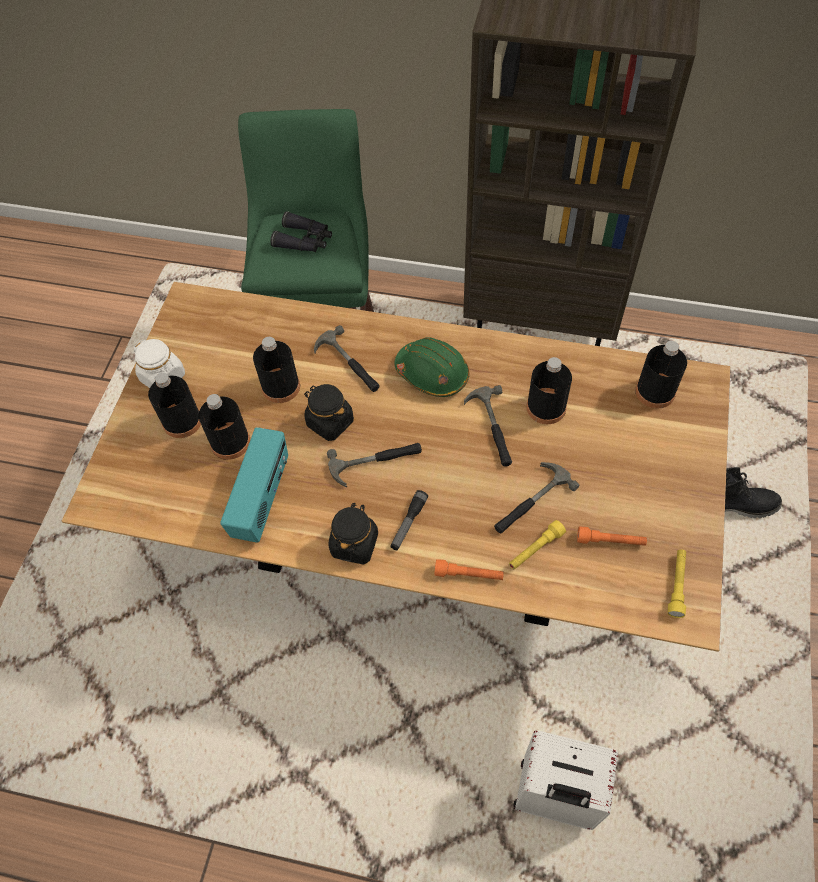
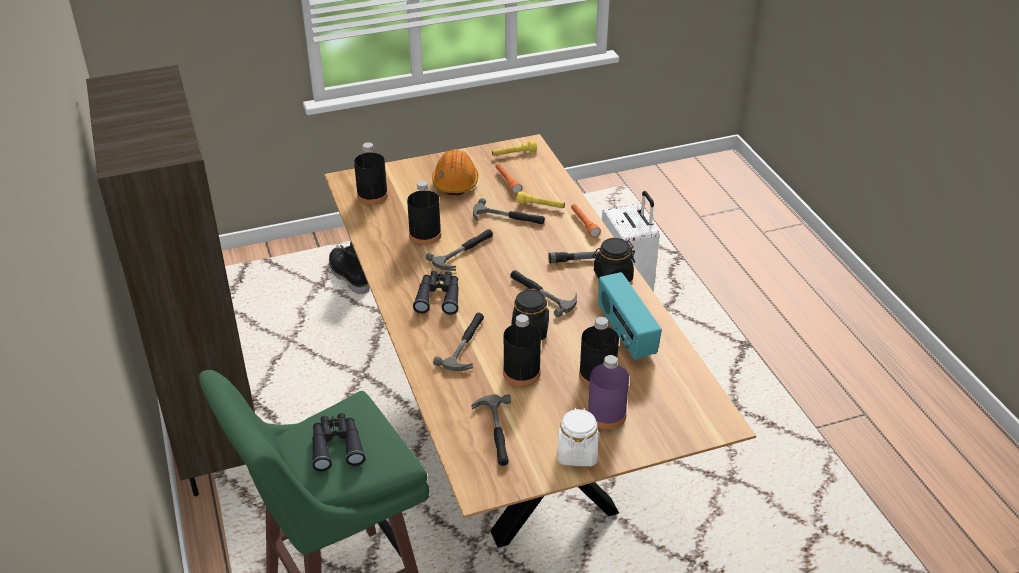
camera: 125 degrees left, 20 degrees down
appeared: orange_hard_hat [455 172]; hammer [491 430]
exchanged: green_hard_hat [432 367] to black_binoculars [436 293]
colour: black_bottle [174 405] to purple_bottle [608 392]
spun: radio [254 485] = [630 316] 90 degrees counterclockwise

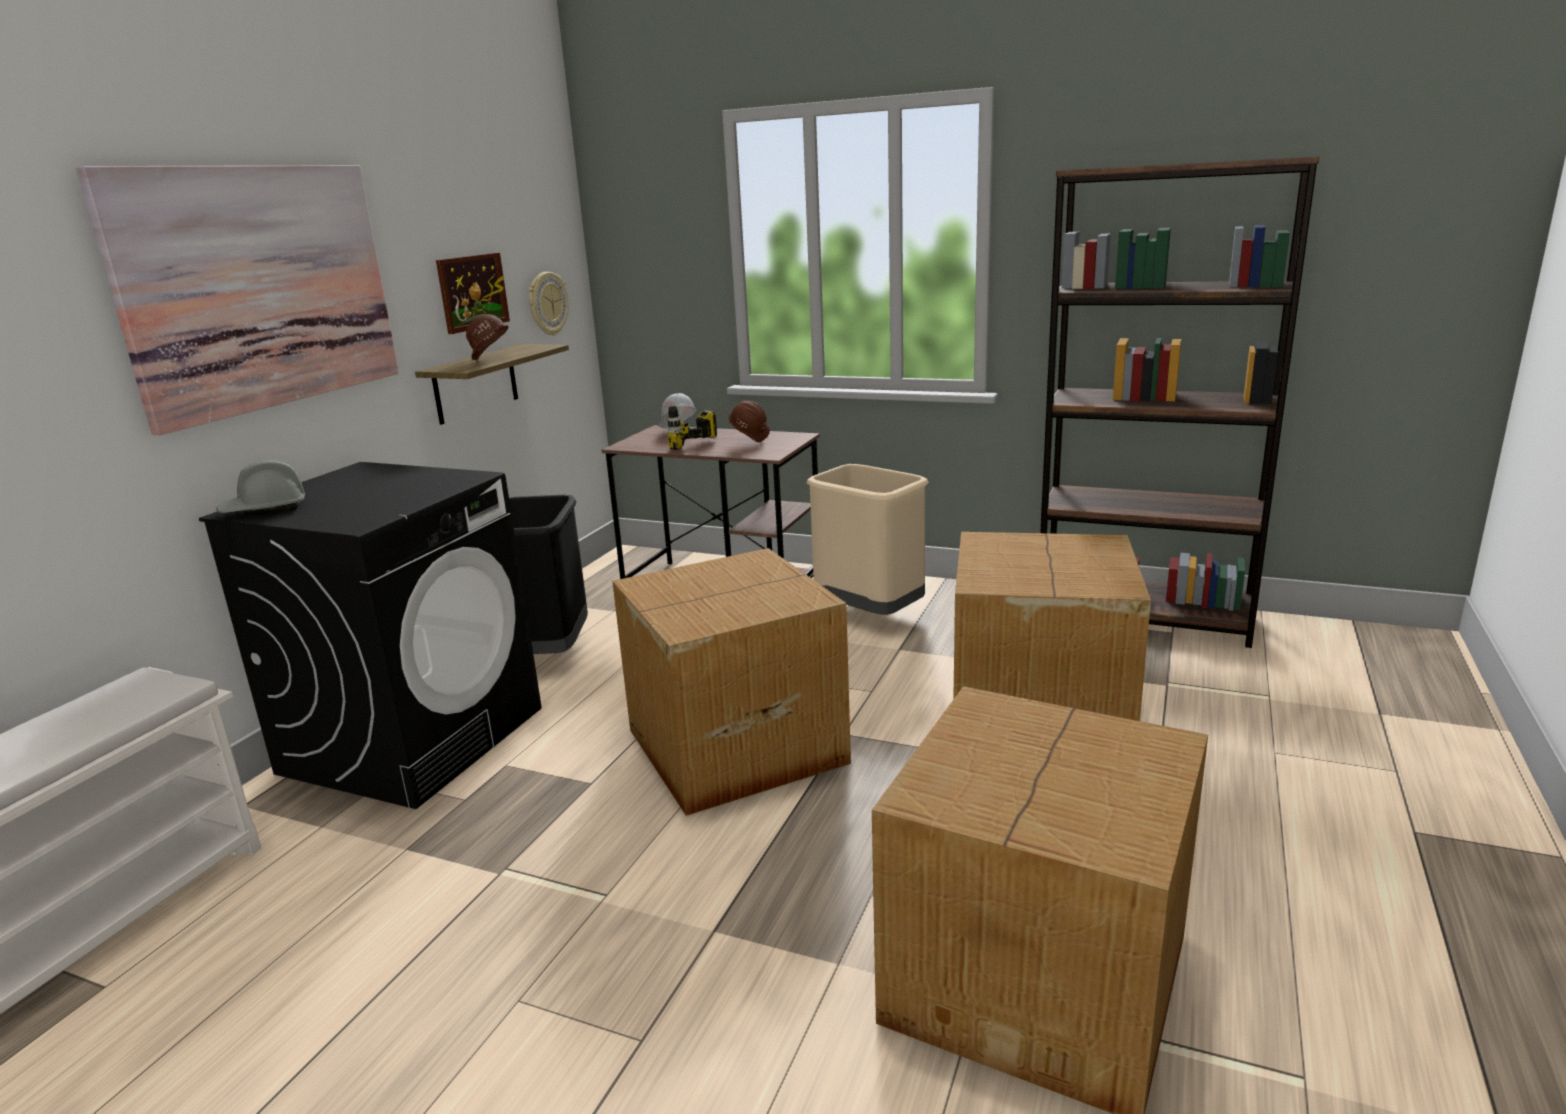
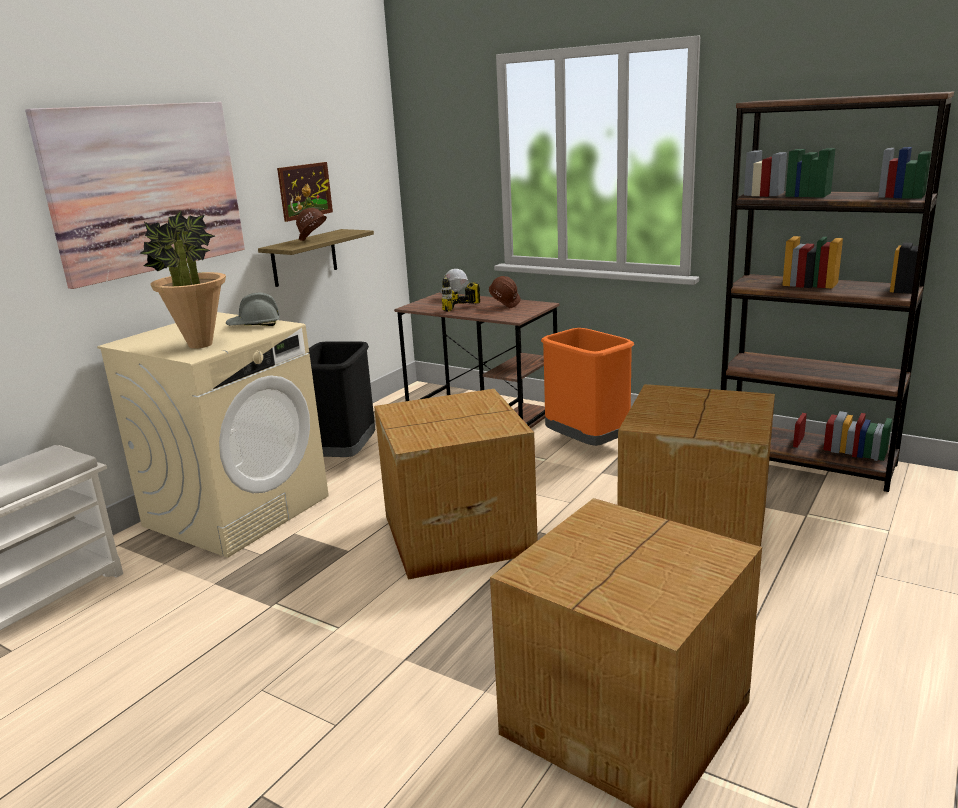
camera: 10 degrees right, 0 degrees up
missing: wall_clock [549 304]
appeared: potted_plant [182 280]
relocated: grey_hard_hat [260 486] to [253 309]
colour: black_washing_machine [370 635] to beige_washing_machine [213 435]; beige_trash_can [867 539] to orange_trash_can [587 387]

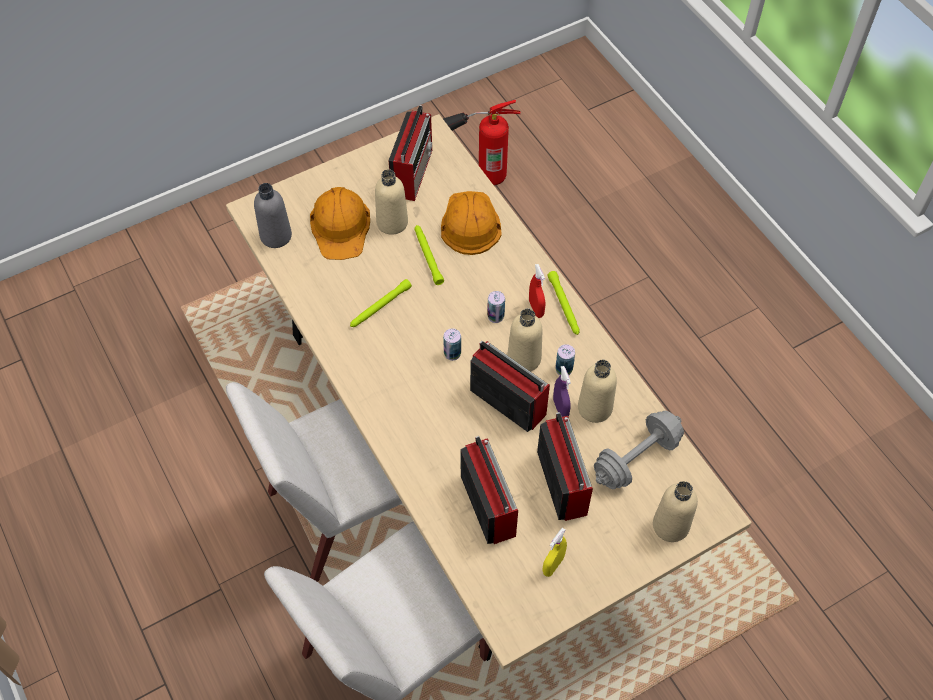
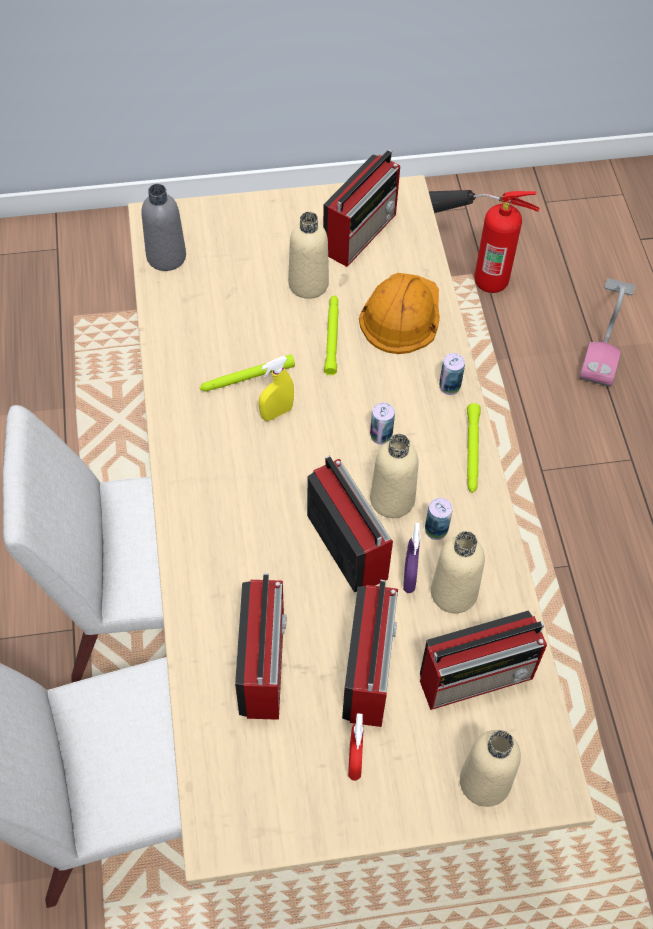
camera: 20 degrees right, 0 degrees up
missing: orange_hard_hat [340 223]
appeared: vacuum_cleaner [607 332]
relocated: can [452 344] to [452 374]; red_spray_bottle [537 291] to [356 747]; yellow_spray_bottle [554 552] to [276 388]
exchanged: grey_dumbbell [639 449] to radio [483 660]

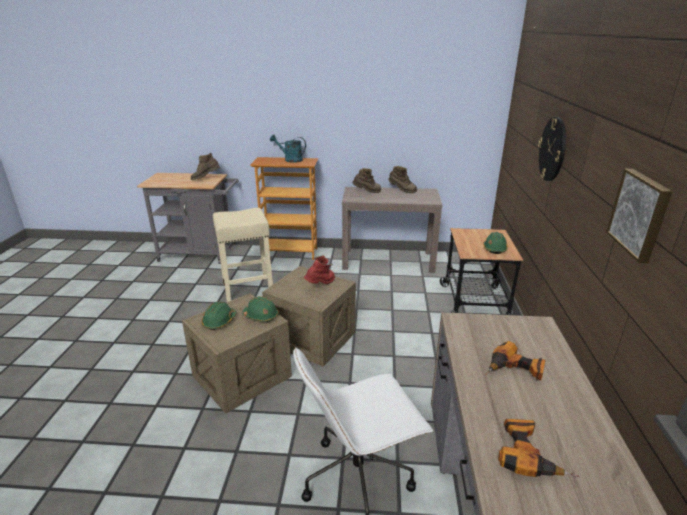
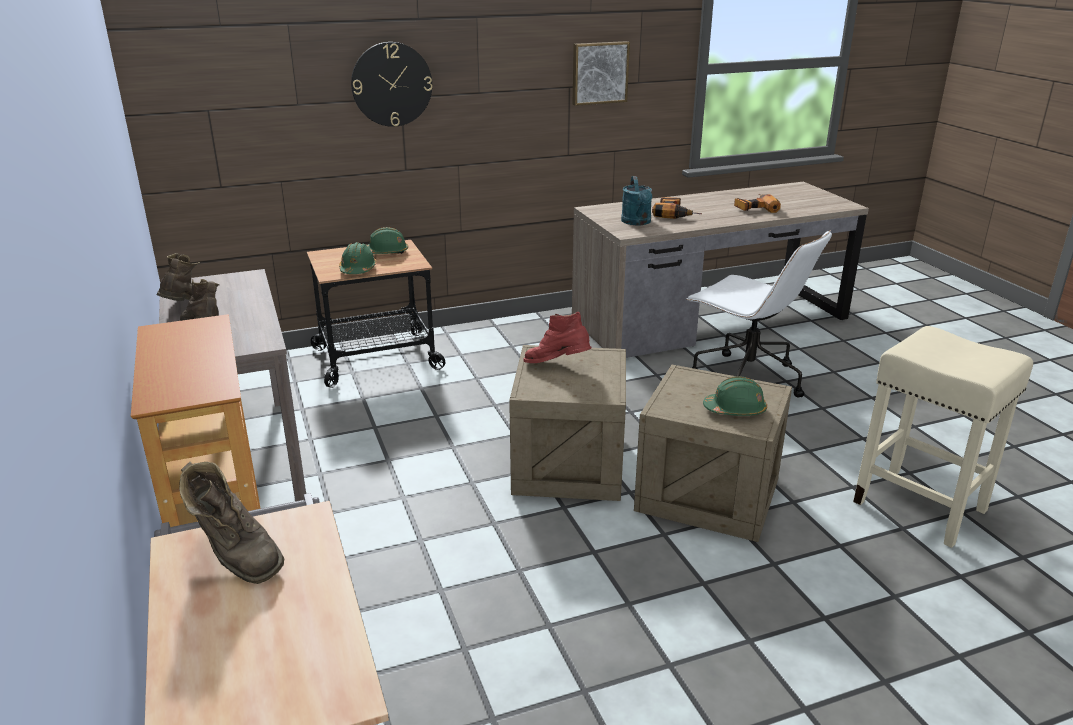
camera: 115 degrees left, 0 degrees up
relocated: beige_stool [243 255] to [943 437]; green_hard_hat [260 309] to [357 258]; turquoise_watering_can [288 149] to [636 200]

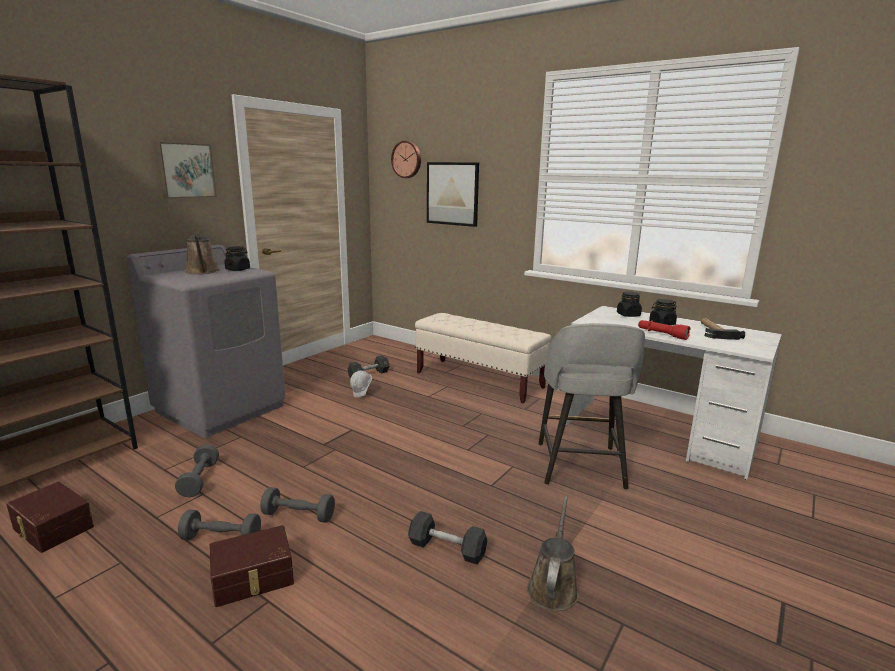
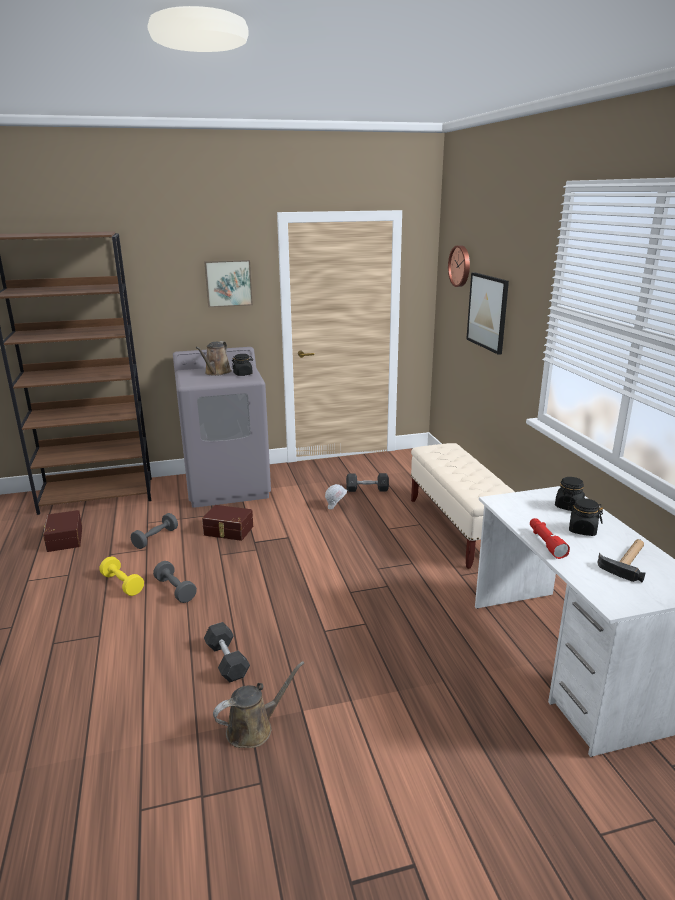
camera: 40 degrees right, 5 degrees up
missing: grey_stool [591 406]
relocated: brown_storage_box [252 566] to [227 523]
colour: grey_dumbbell [219 525] to yellow_dumbbell [121 576]

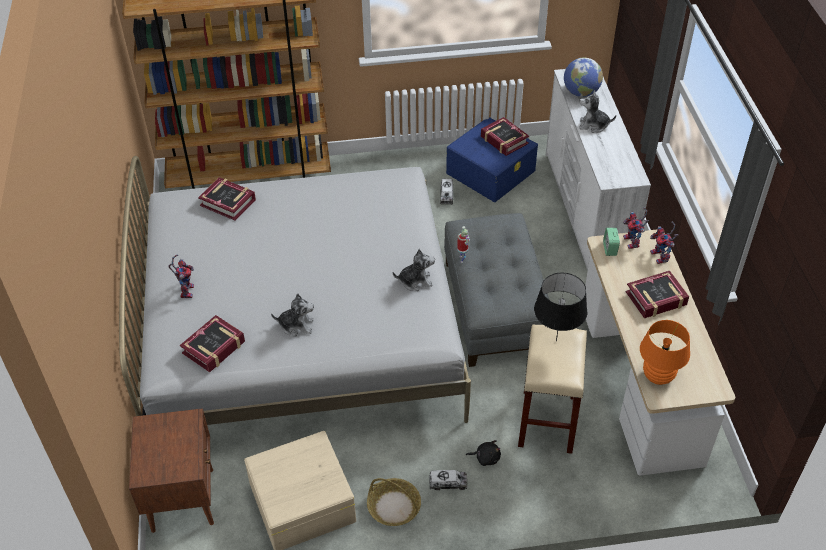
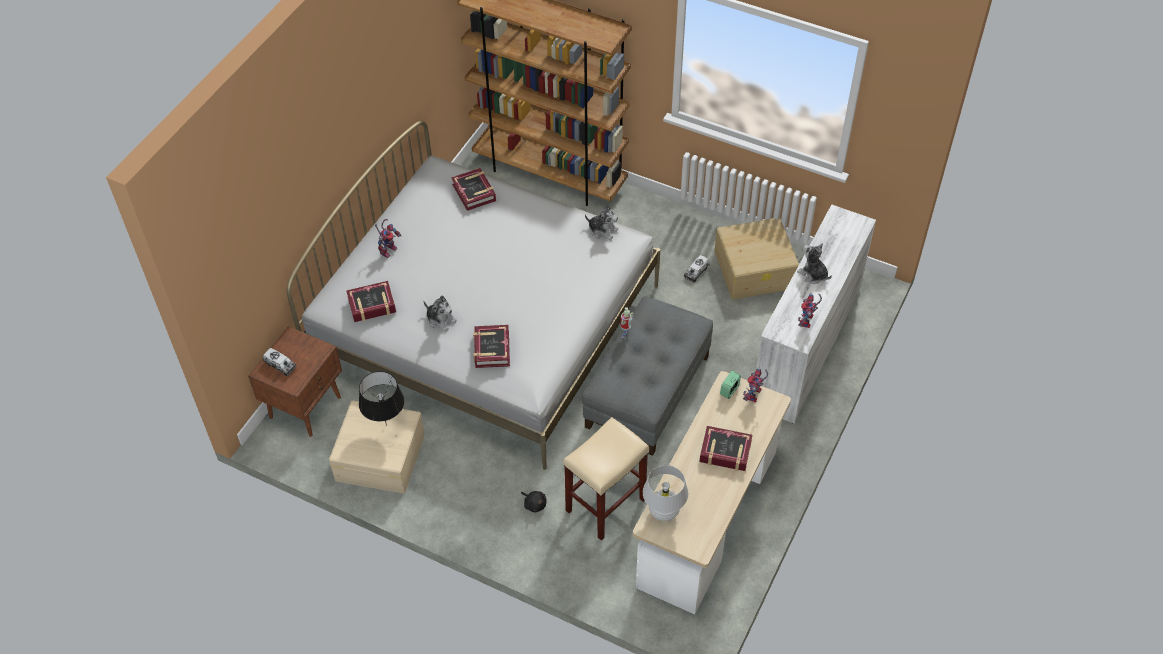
camera: 35 degrees right, 5 degrees up
missing: basket [394 502]; globe [583 77]
relocated: plush_toy [414 269] to [601 222]; toy_truck [448 480] to [279 362]; book [505 136] to [491 346]; black_table_lamp [560 307] to [381 398]; toy_robot [664 242] to [810 310]
colour: blue_storage_box [492 159] to beige_storage_box [757 259]; orange_table_lamp [665 352] to white_table_lamp [665 493]

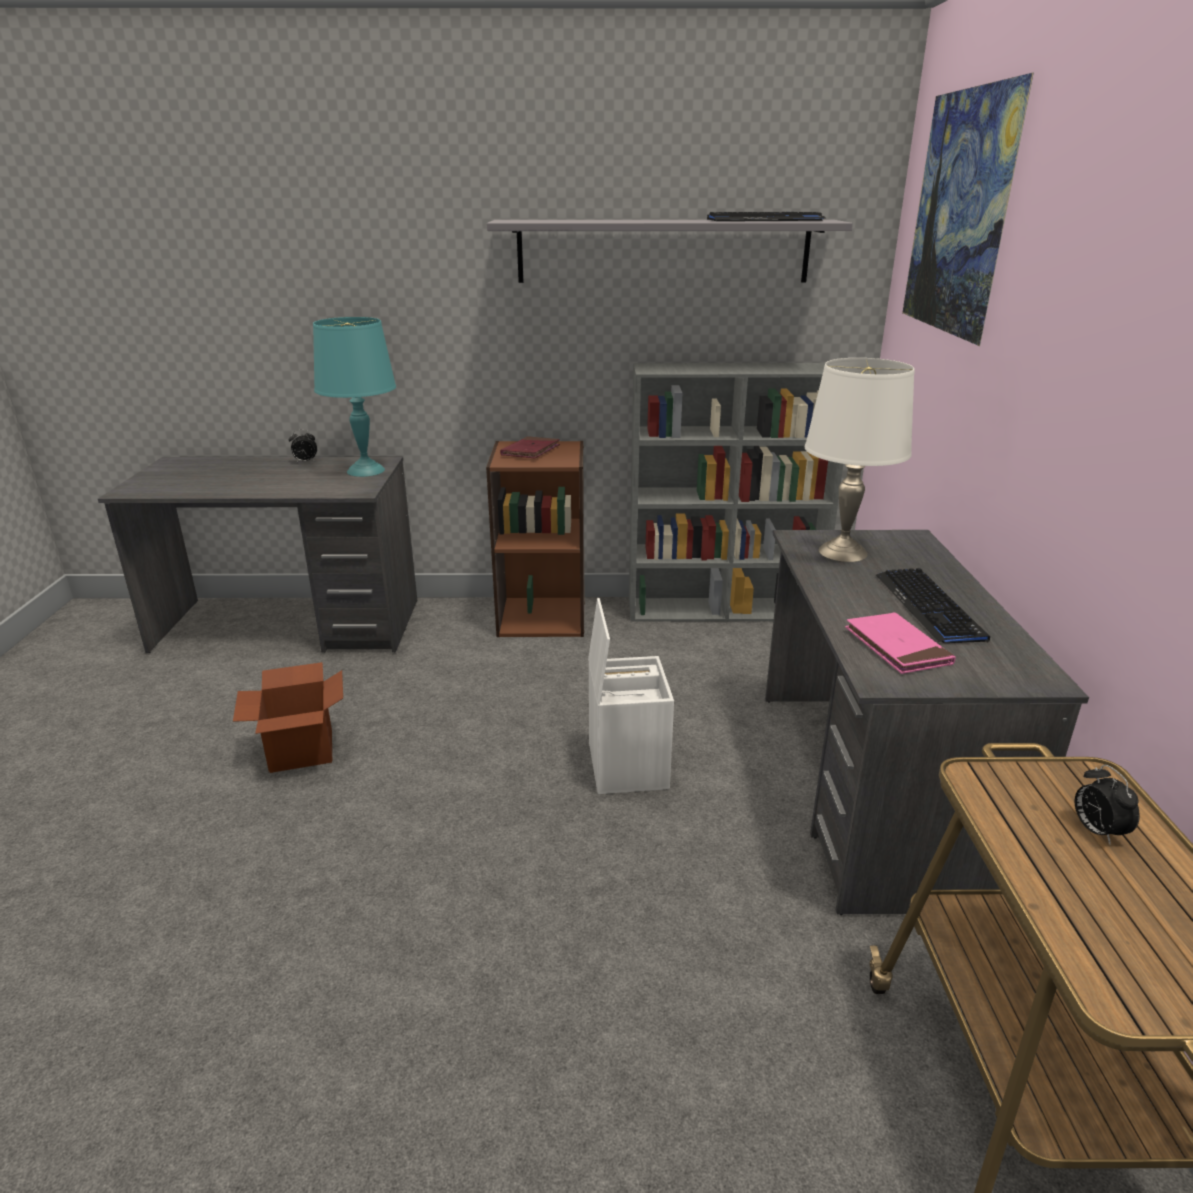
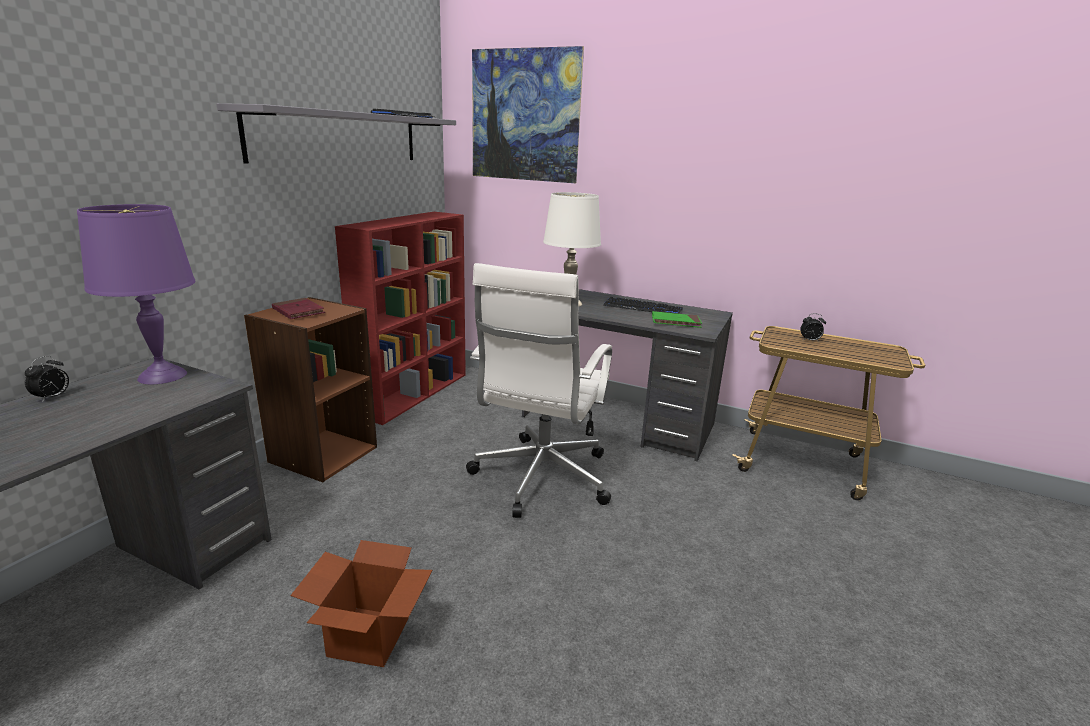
camera: 65 degrees left, 5 degrees down
exchanged: white_storage_box [631 696] to white_office_chair [539 390]
colour: turquoise_table_lamp [354 397] to purple_table_lamp [136 294]; grey_bookcase [736 492] to red_bookcase [400 318]; pink_book [900 643] to green_book [677 319]

